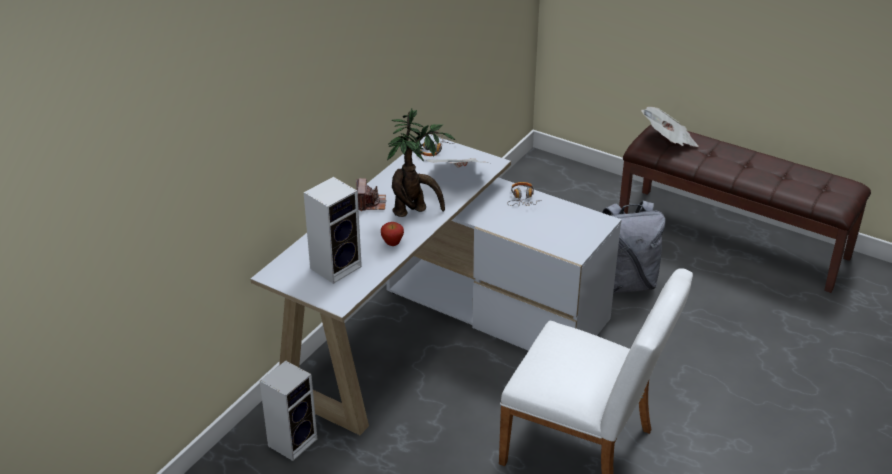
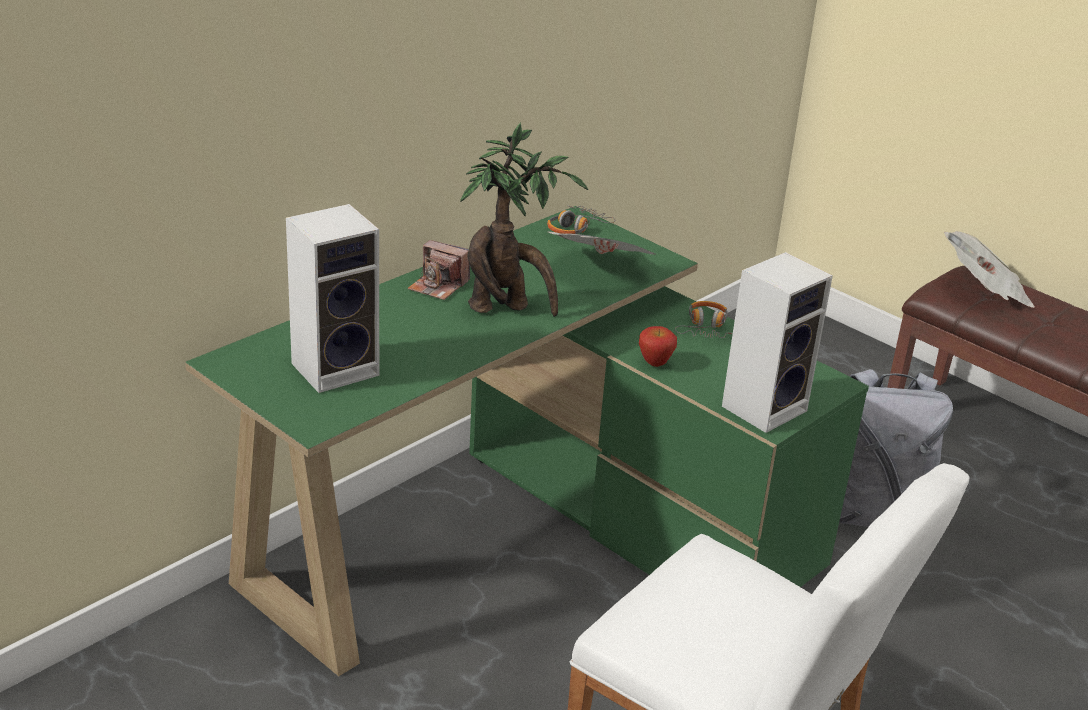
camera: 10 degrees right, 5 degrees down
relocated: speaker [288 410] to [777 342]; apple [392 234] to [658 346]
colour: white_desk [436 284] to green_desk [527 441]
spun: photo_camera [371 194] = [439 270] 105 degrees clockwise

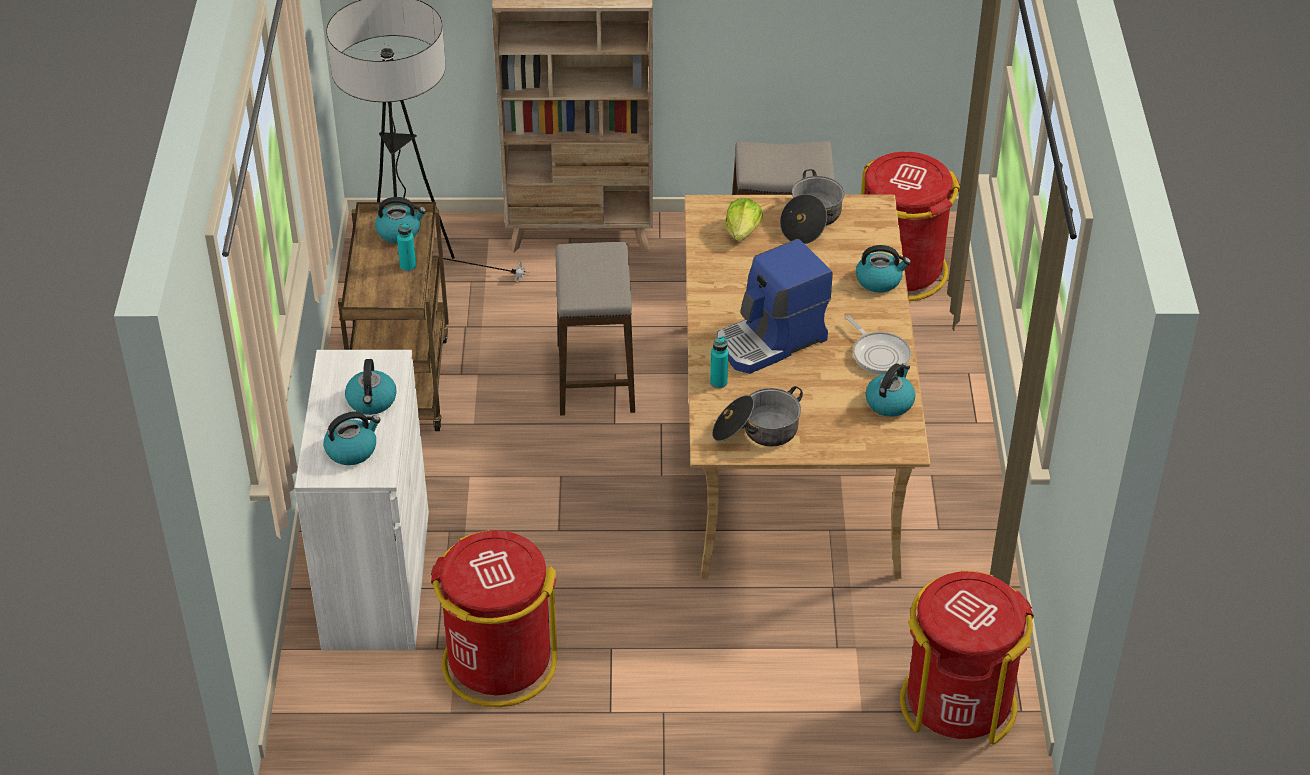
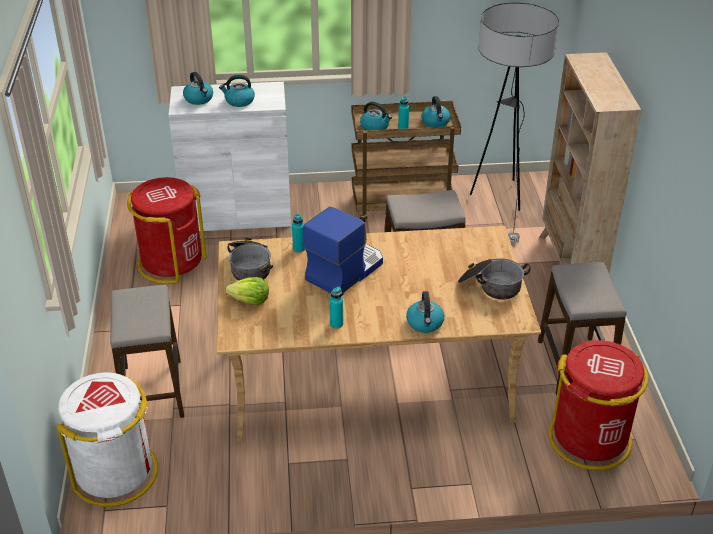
camera: 85 degrees right, 5 degrees down
appeared: stool [147 351]
relocated: lettuce [744 219] to [247 291]; kettle [890 390] to [376 116]
exchanged: frying_pan [878 345] to turquoise_bottle [336 307]
colour: red_trash_can [967 658] to white_trash_can [107 439]
spun: coffee_machine [775 306] = [343 251] 75 degrees clockwise

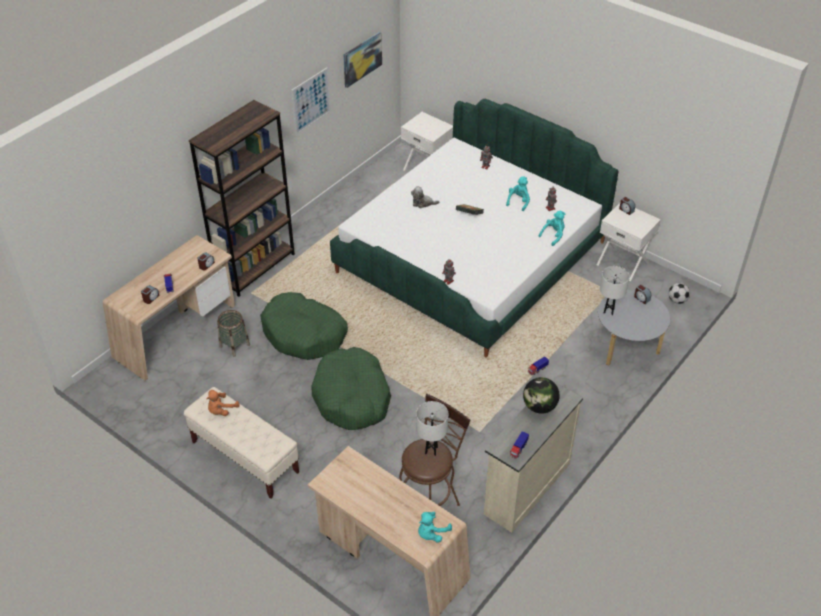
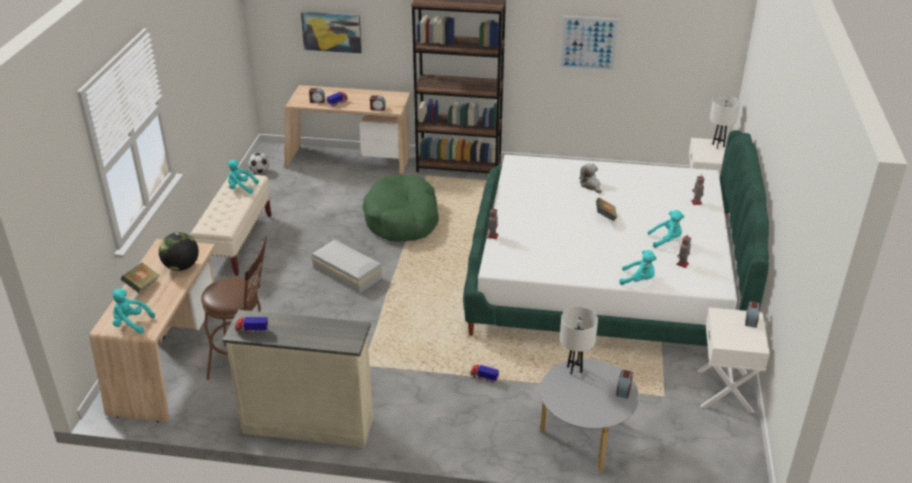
camera: 60 degrees right, 10 degrees down
missing: basket [233 333]
appeared: book [140 278]
relocated: picture [362 60] to [331 33]; white_table_lamp [432 428] to [725 121]; globe [541 395] to [179 251]; football [679 293] to [258 162]
exchanged: green_dog_bed [351 388] to white_storage_box [346 267]
colour: orange_plush_toy [223 403] to turquoise_plush_toy [243 177]

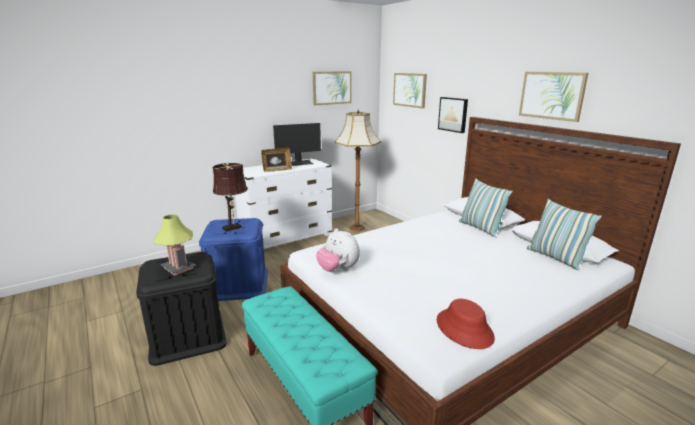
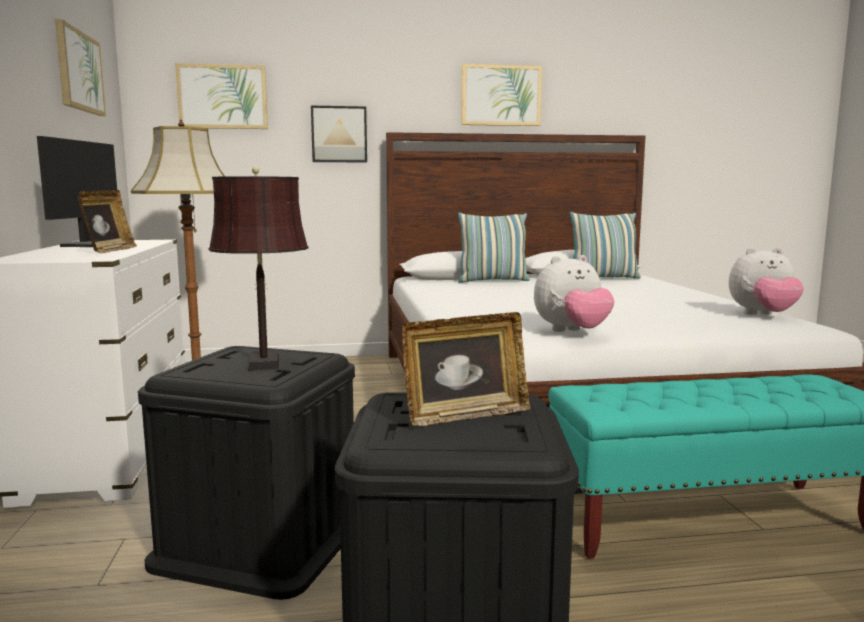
camera: 65 degrees left, 10 degrees down
exchanged: table_lamp [174 245] to picture_frame [466 369]; red_hat [466 324] to plush_toy [766 281]
colour: blue_storage_box [233 259] to black_storage_box [246 473]

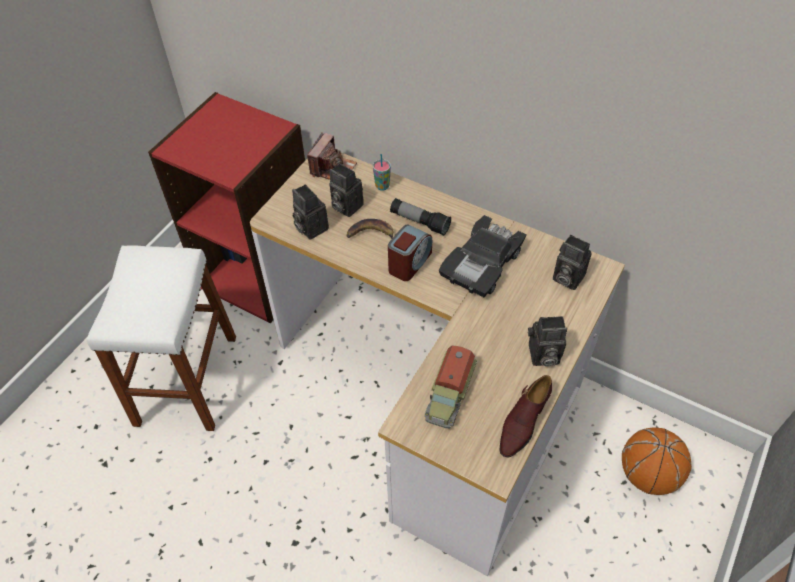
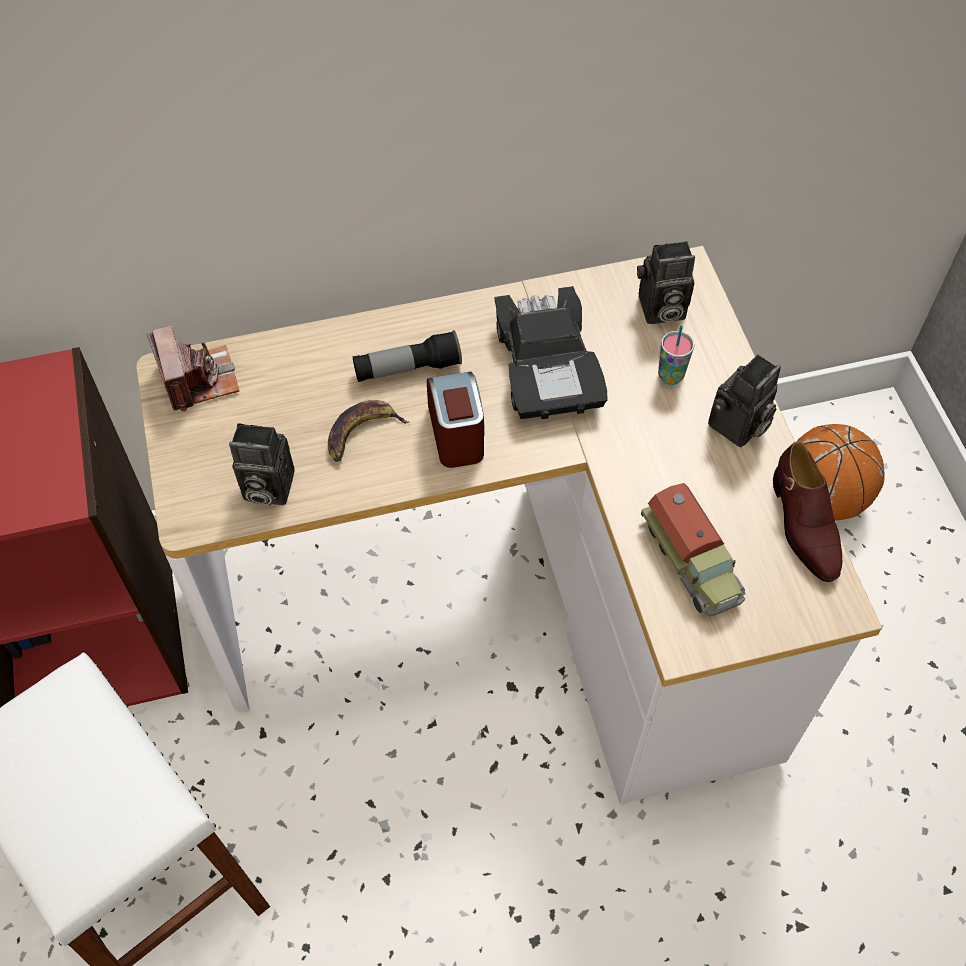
camera: 45 degrees left, 5 degrees up
missing: photo_camera [347 190]
relocated: cup [382 172] to [676 355]

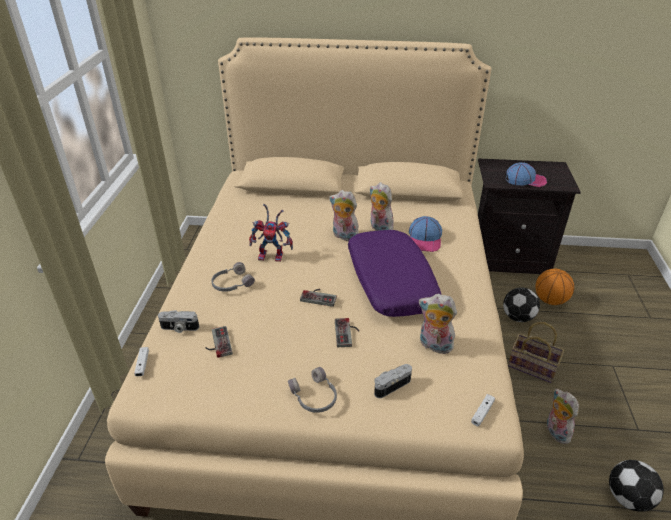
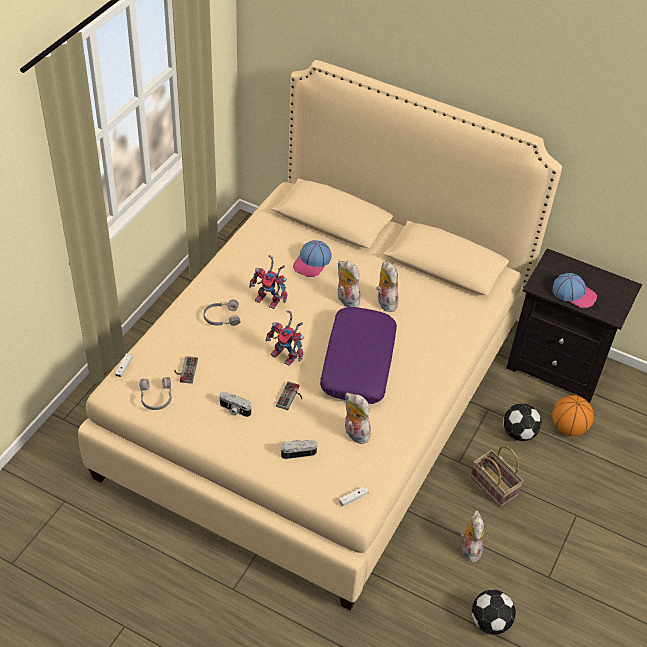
camera: 20 degrees right, 10 degrees up
relocated: photo_camera [178 321] to [235 404]; grey_headphones [312 390] to [155 393]; cap [425 234] to [312 258]
exchanged: game_controller [318 298] to toy_robot [285 338]

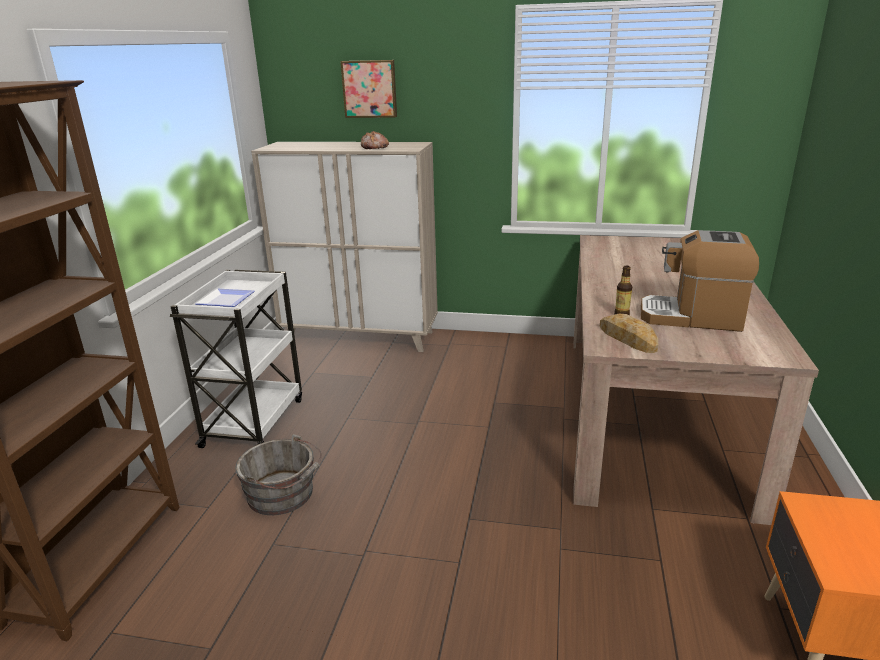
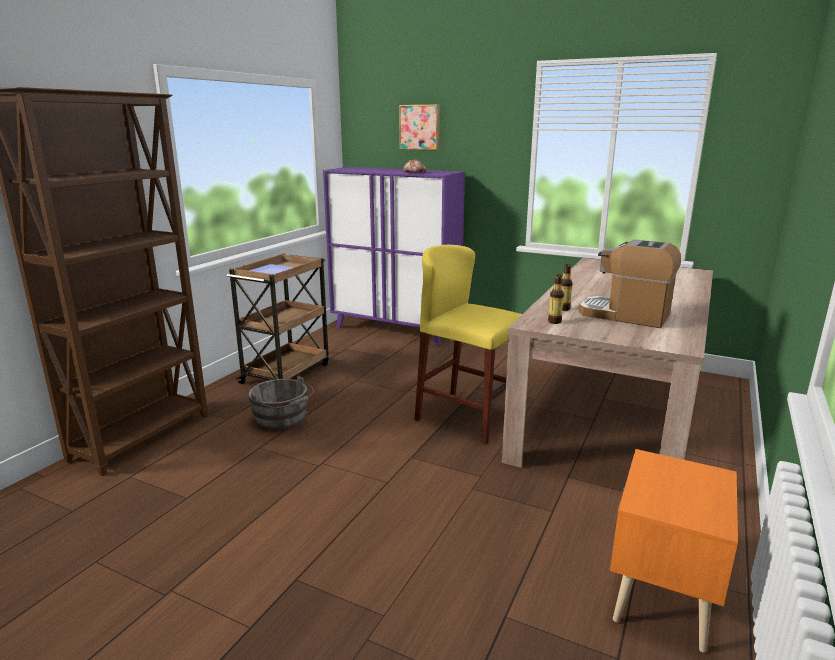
camera: 15 degrees right, 5 degrees down
appeared: yellow_stool [468 344]
exchanged: bread [629 333] to bottle [556 299]
colour: white_cart [236 359] to brown_cart [278 319]; beige_cabinet [344 247] to purple_cabinet [394 256]

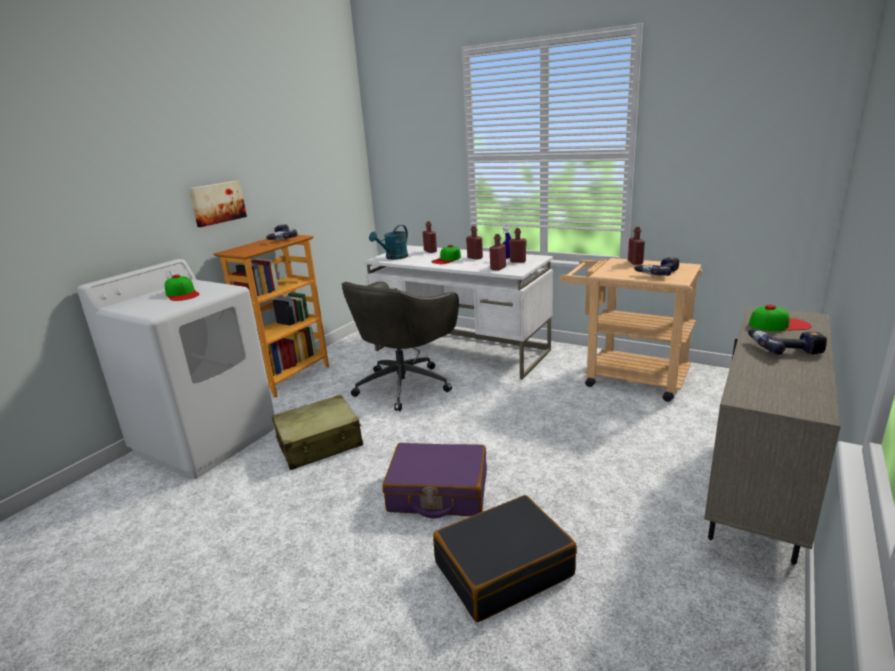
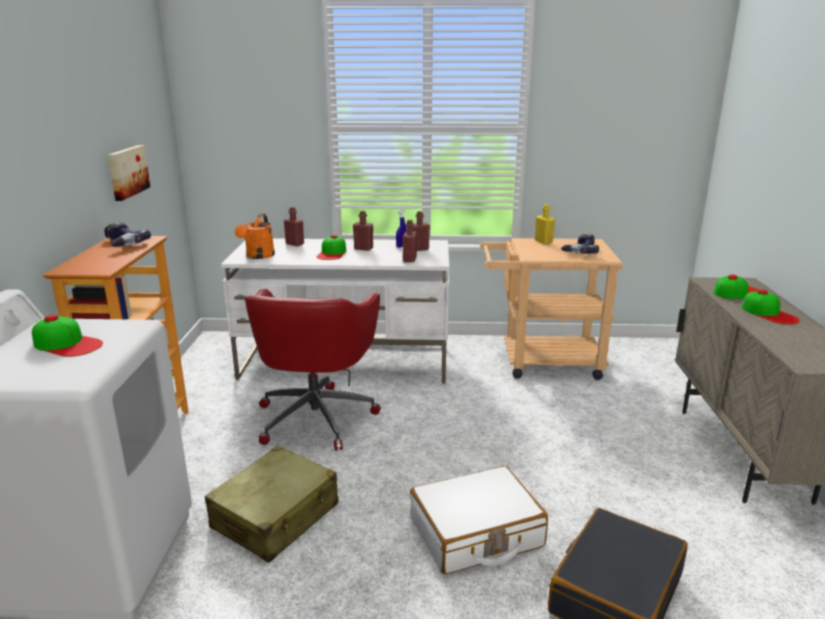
camera: 30 degrees left, 0 degrees up
relocated: picture [218 204] to [129 173]
exchanged: power_drill [787 342] to cap [771 307]
colour: grey_office_chair [400 346] to red_office_chair [313 370]; turquoise_watering_can [388 242] to orange_watering_can [255 236]; purple_suitcase [435 480] to white_suitcase [479 520]; red_bottle [636 246] to yellow_bottle [545 224]

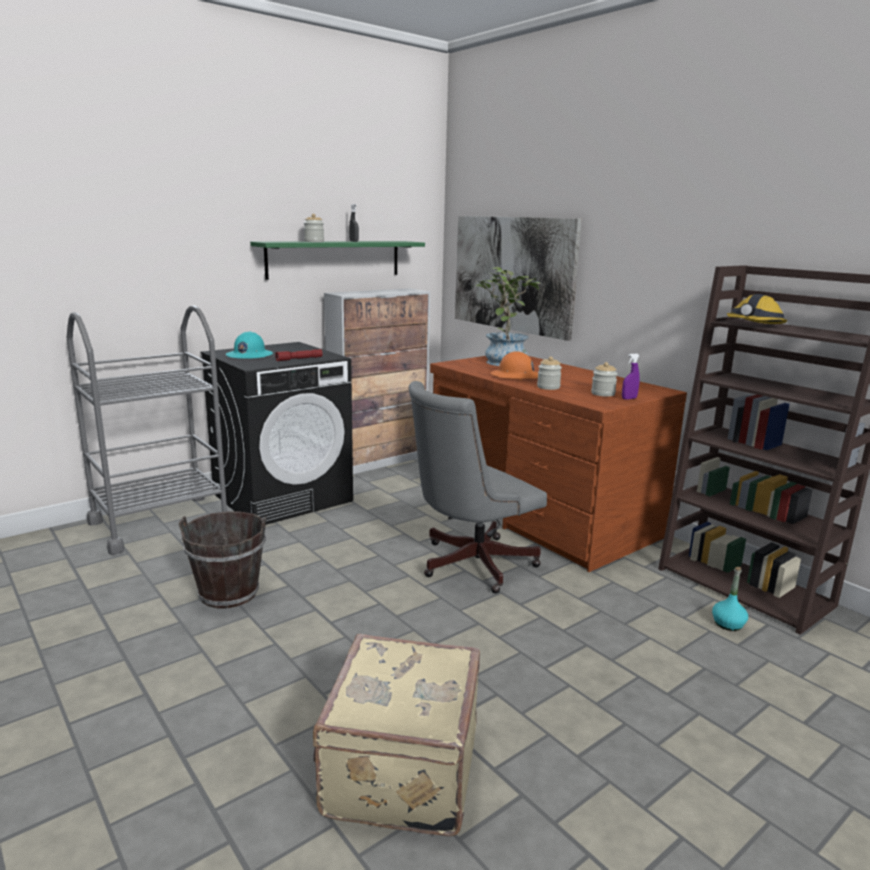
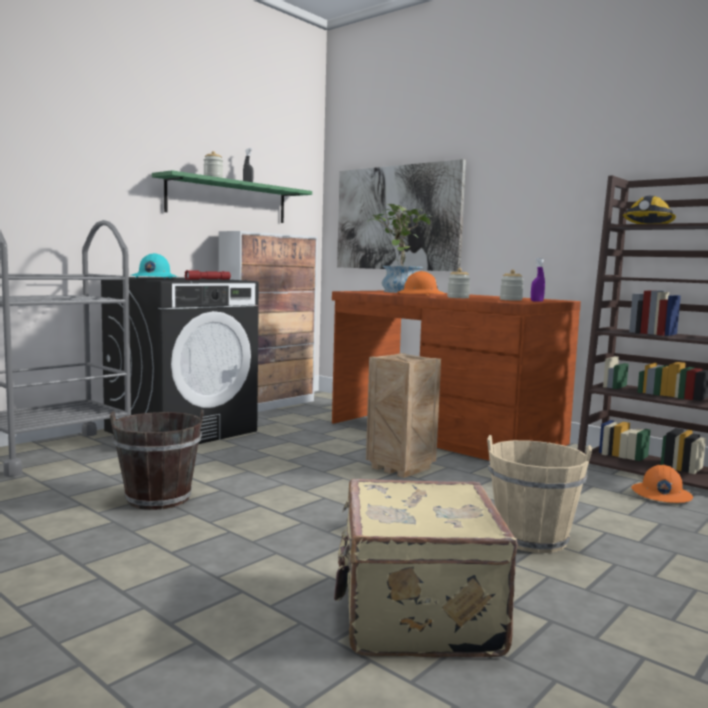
camera: 10 degrees left, 10 degrees down
appeared: beige_bucket [539 494]
exchanged: grey_office_chair [478 487] to crate [403 415]; turquoise_bottle [730 599] to orange_hard_hat [662 484]

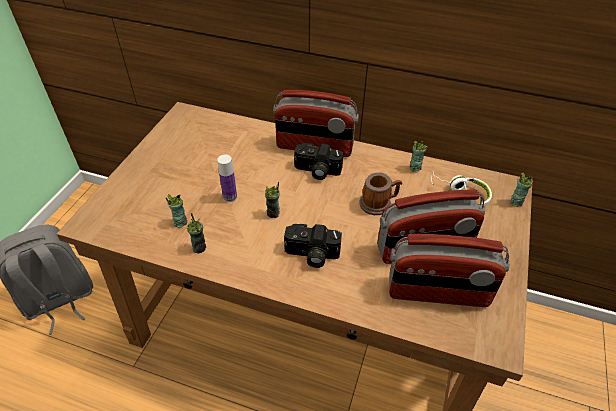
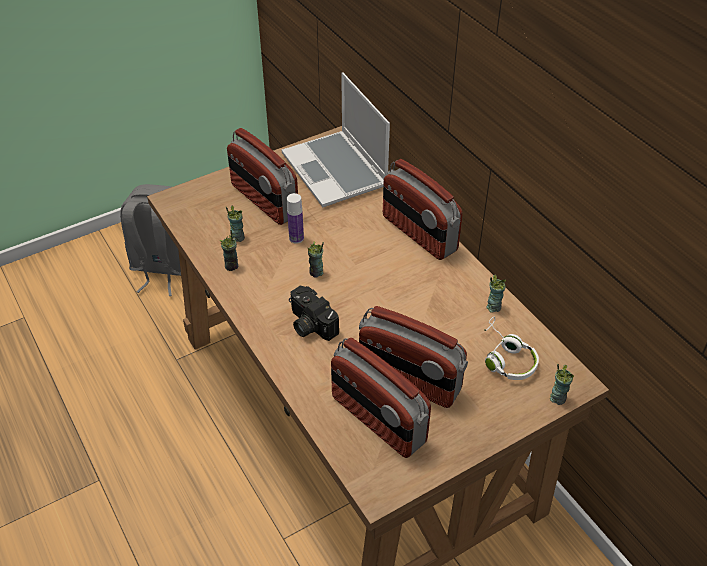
camera: 40 degrees right, 0 degrees up
missing: photo_camera [318 161]; mug [380 193]
appeared: radio [262 176]; laptop [336 139]

